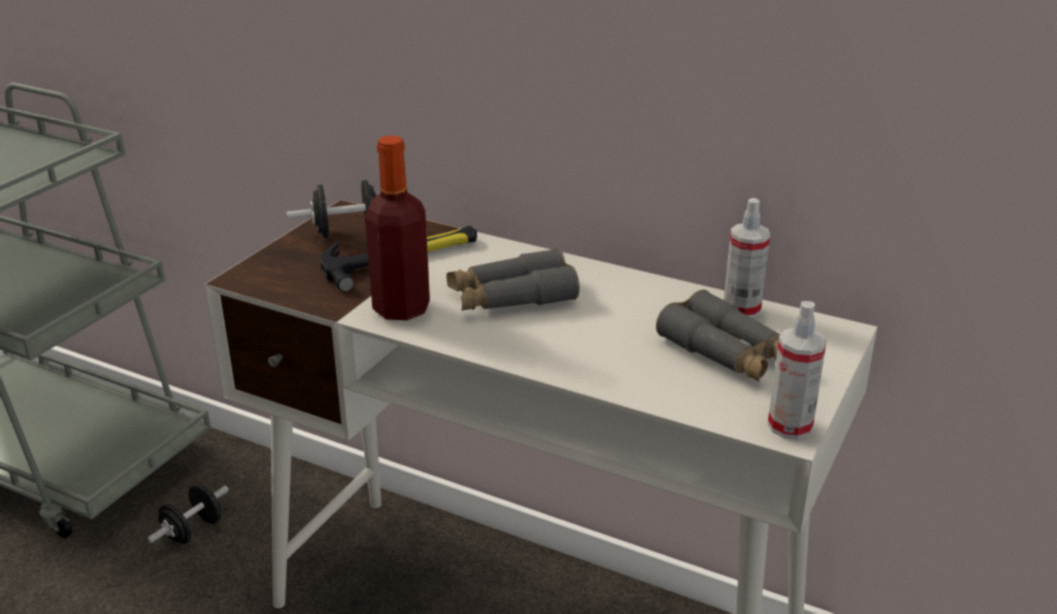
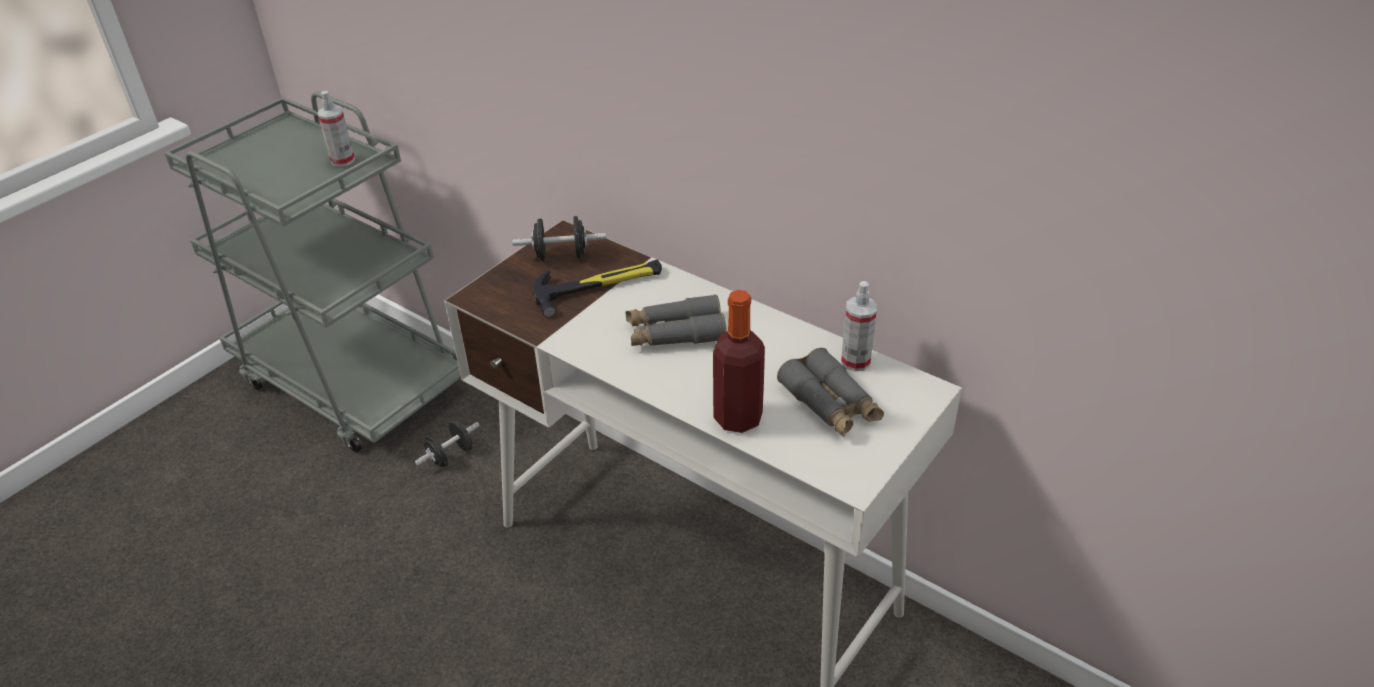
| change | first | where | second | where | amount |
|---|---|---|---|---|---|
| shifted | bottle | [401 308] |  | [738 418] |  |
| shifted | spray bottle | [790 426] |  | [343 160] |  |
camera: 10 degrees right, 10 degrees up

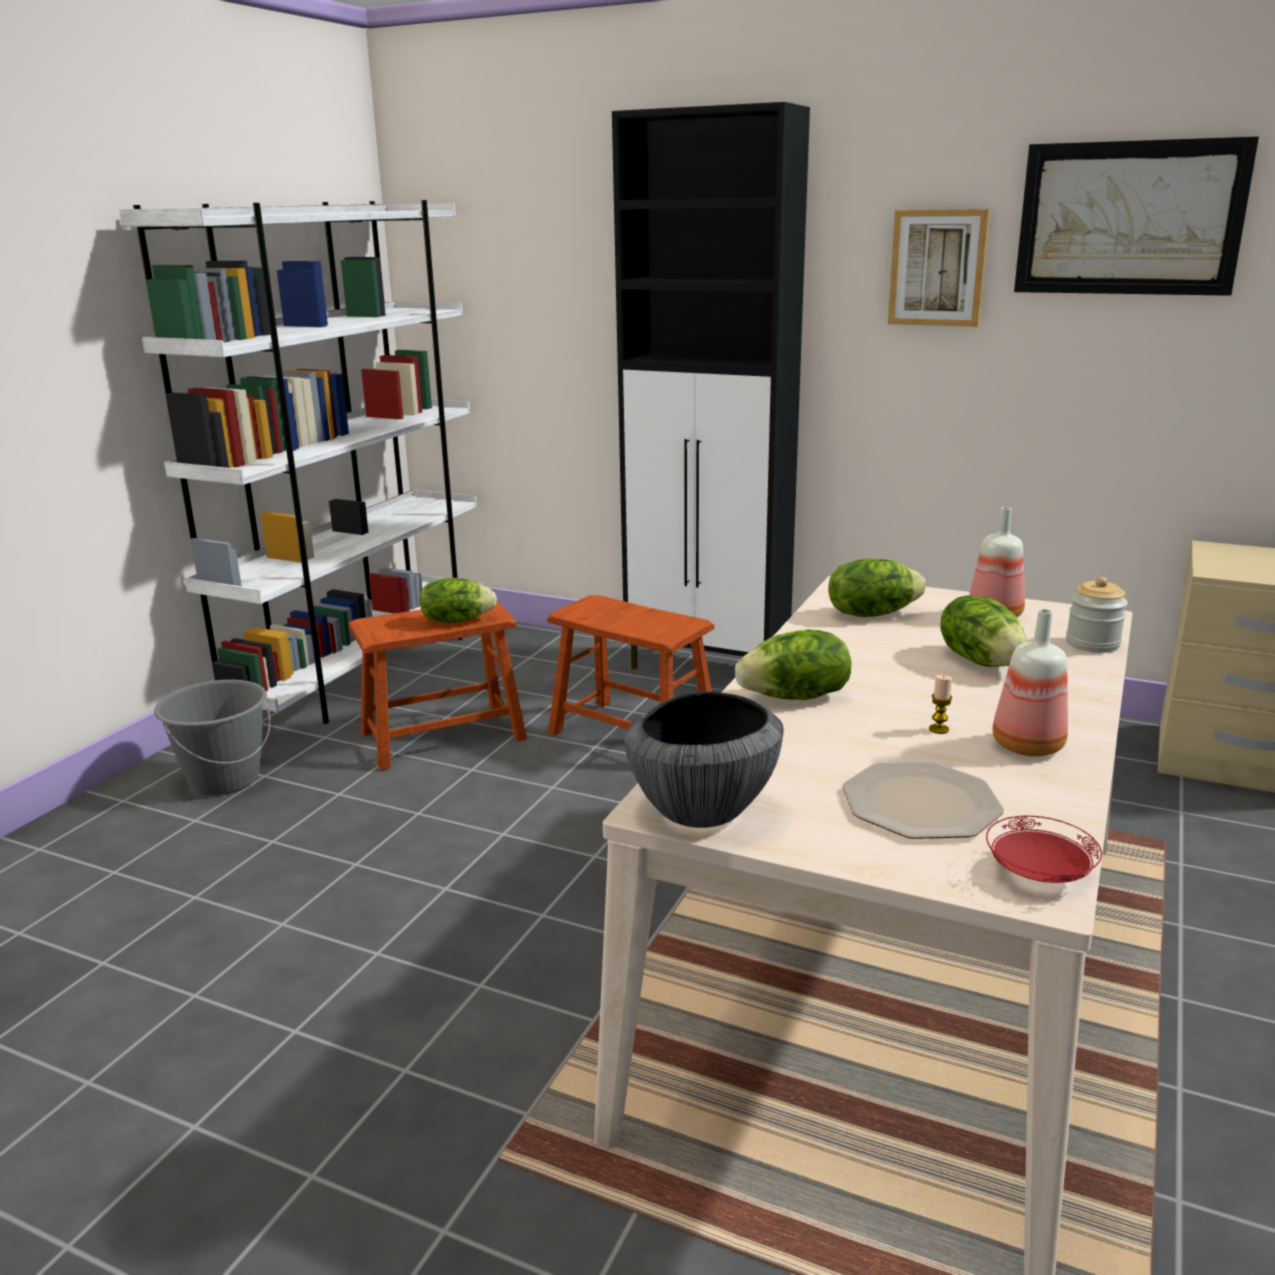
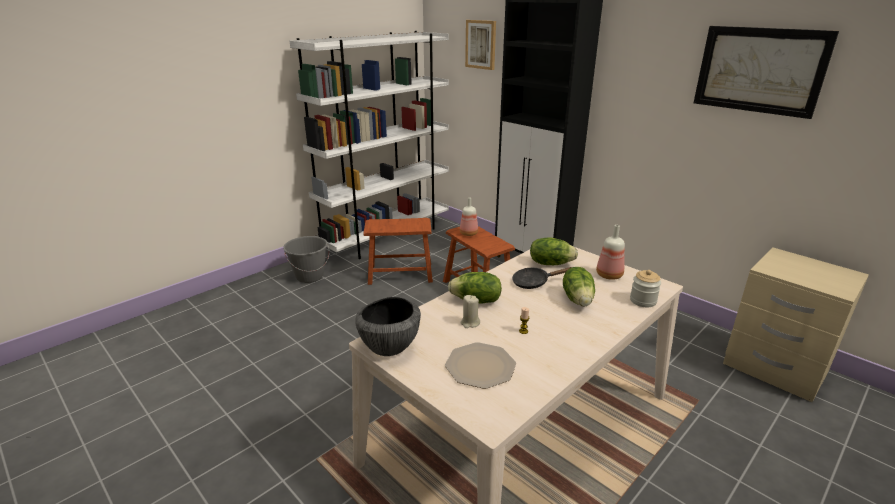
| change | first | where | second | where | amount |
|---|---|---|---|---|---|
| shifted | picture | [937 268] |  | [481 44] |  |
| gone | lettuce | [456 620] |  |  |  |
| shifted | bottle | [1025 745] |  | [468 233] |  |
| gone | plate (red) | [1038 874] |  |  |  |
| new |  |  | frying pan (black) | [534 282] |  |
| new |  |  | candle (beige) | [470 323] |  |
camera: 20 degrees right, 5 degrees up

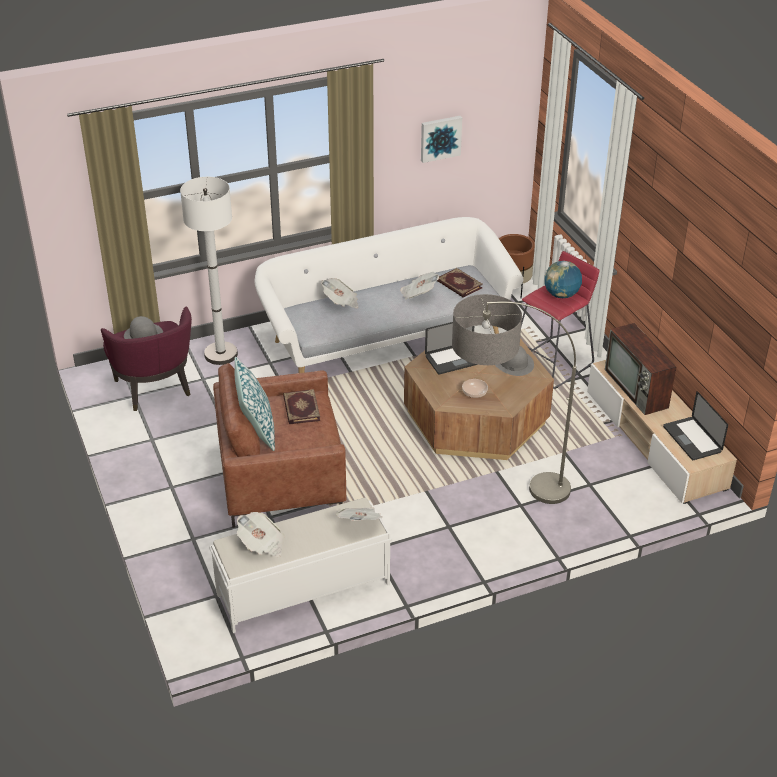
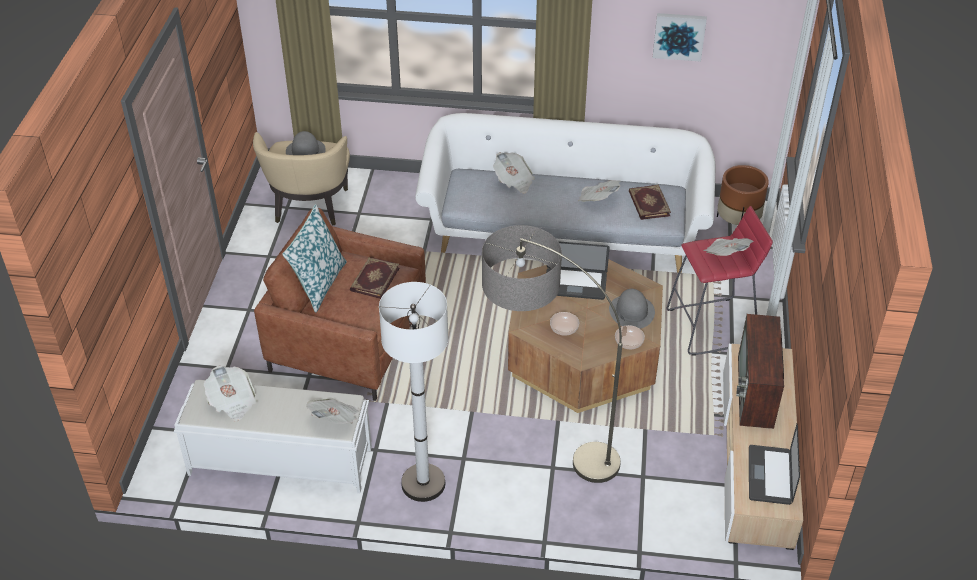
| change | first | where | second | where | amount |
|---|---|---|---|---|---|
| shifted | floor lamp (white) | [221 354] |  | [423 483] |  |
| swapped | globe | [561 295] | newspaper | [726 255] |  |
| repainted | armchair (purple) | [155 389] | armchair (beige) | [309 207] |  |
| new |  |  | bowl | [628 342] |  |
camera: 30 degrees right, 5 degrees up

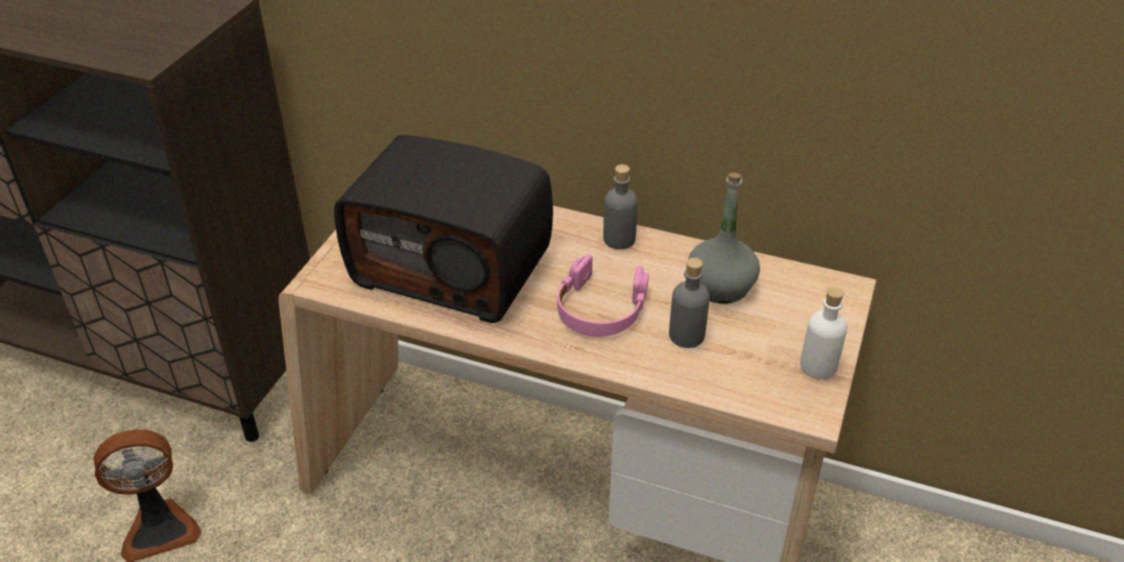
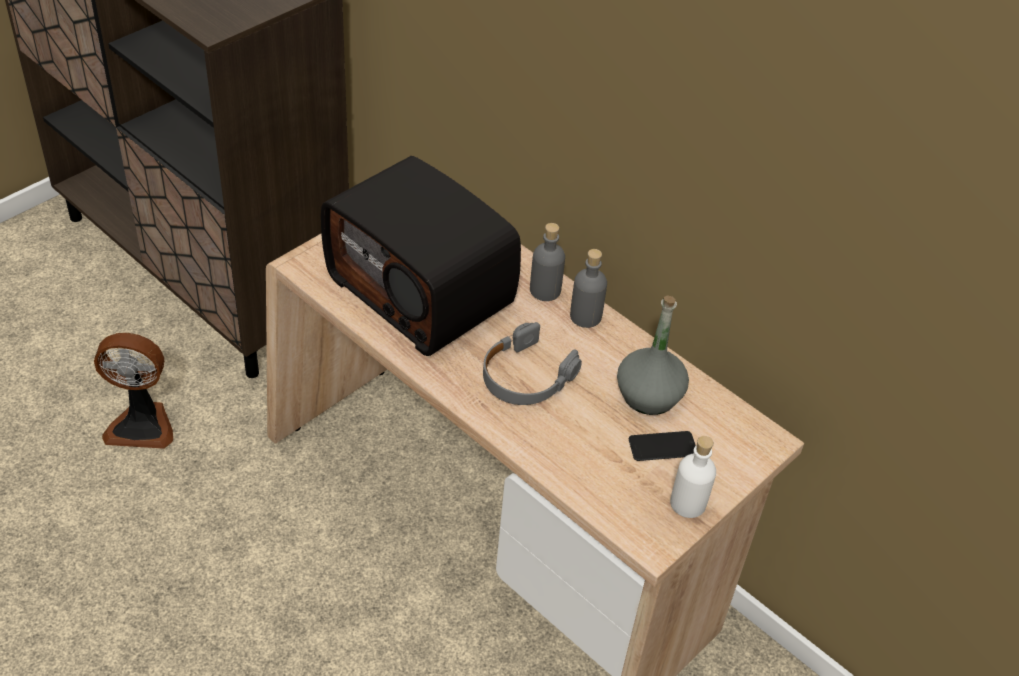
| change | first | where | second | where | amount |
|---|---|---|---|---|---|
| repainted | headphones (pink) | [600 309] | headphones (grey) | [525 376] |  |
| shifted | bottle (grey) | [686 335] |  | [545 290] |  |
| new |  |  | phone | [662 447] |  |
camera: 20 degrees right, 5 degrees up

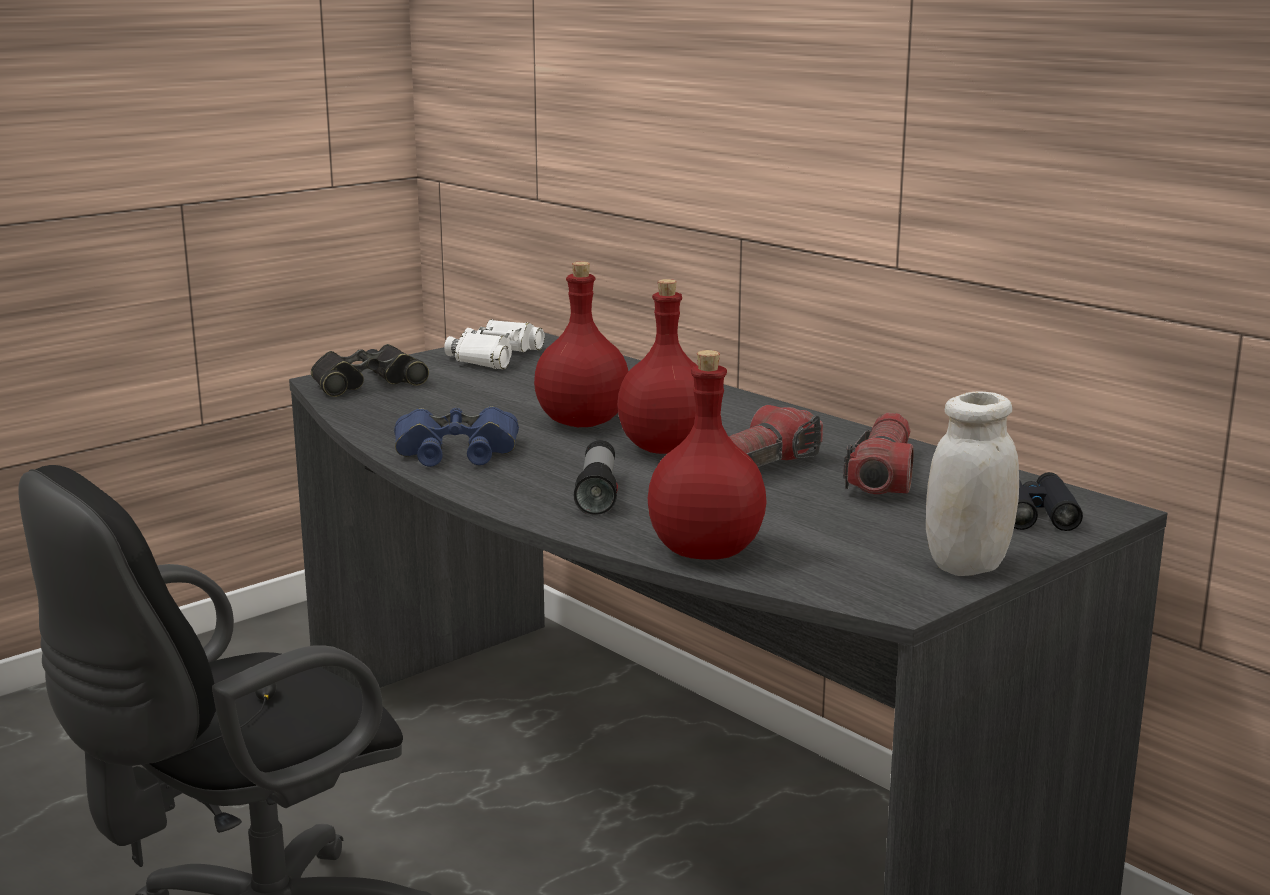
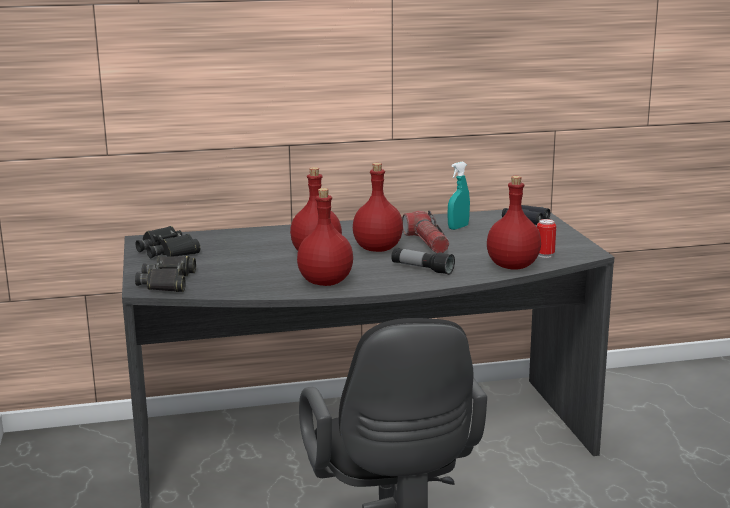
| change | first | where | second | where | amount |
|---|---|---|---|---|---|
| repainted | binoculars (white) | [494 356] | binoculars (black) | [167 251] |  |
| gone | jar (white) | [967 565] |  |  |  |
| swapped | binoculars (blue) | [456 451] | bottle (red) | [325 282] |  |
| swapped | flashlight | [882 474] | spray bottle (turquoise) | [458 227] |  |
| new |  |  | can | [545 255] |  |
camera: 60 degrees left, 0 degrees up

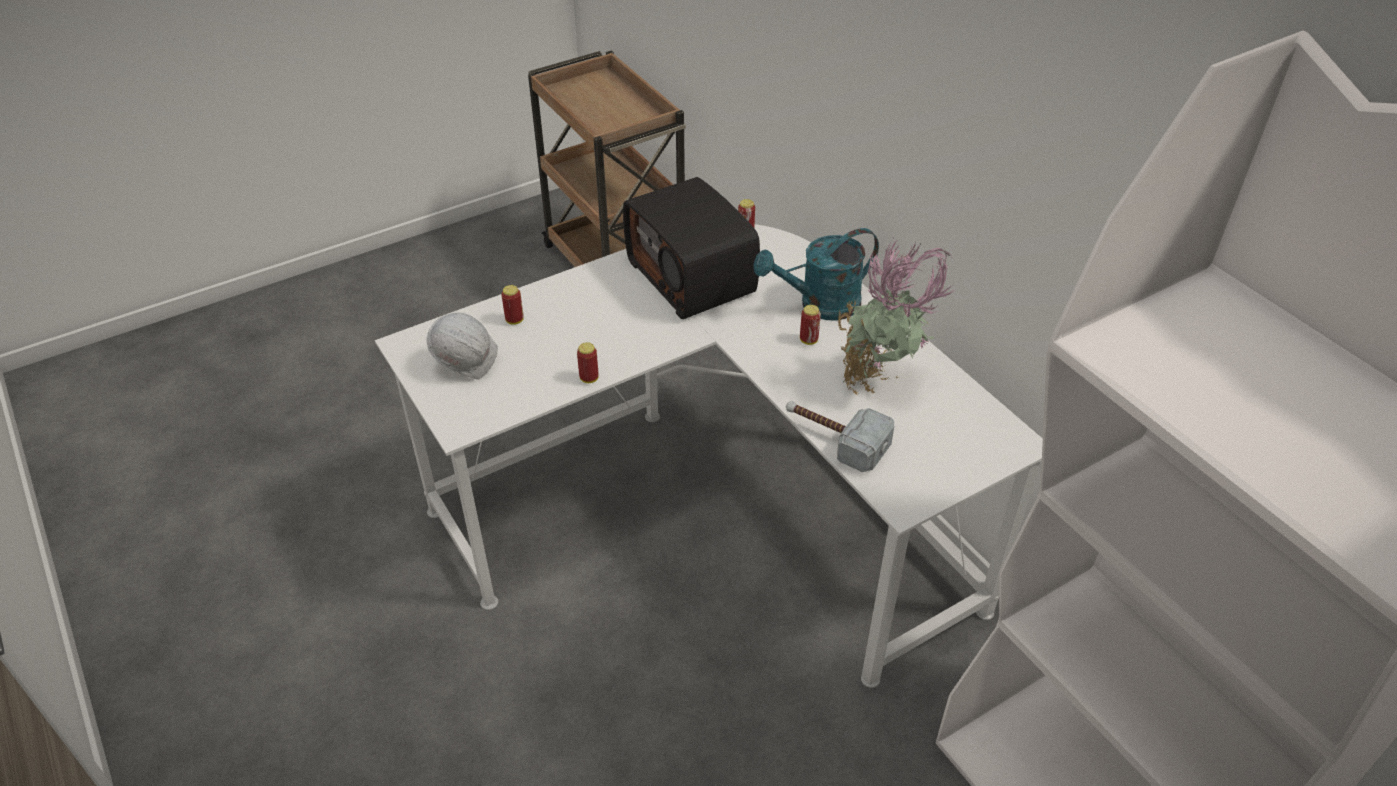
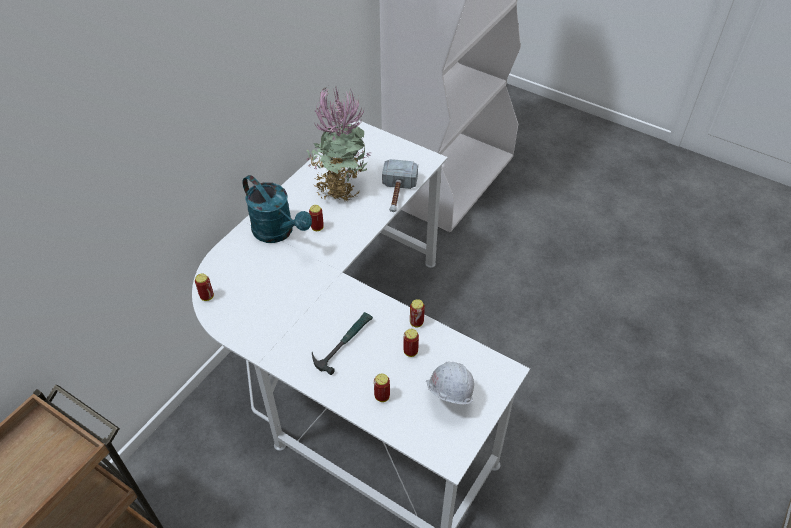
| change | first | where | second | where | amount |
|---|---|---|---|---|---|
| gone | radio | [693 277] |  |  |  |
| new |  |  | hammer | [343 343] |  |
| new |  |  | can | [410 352] |  |
camera: 115 degrees left, 5 degrees up

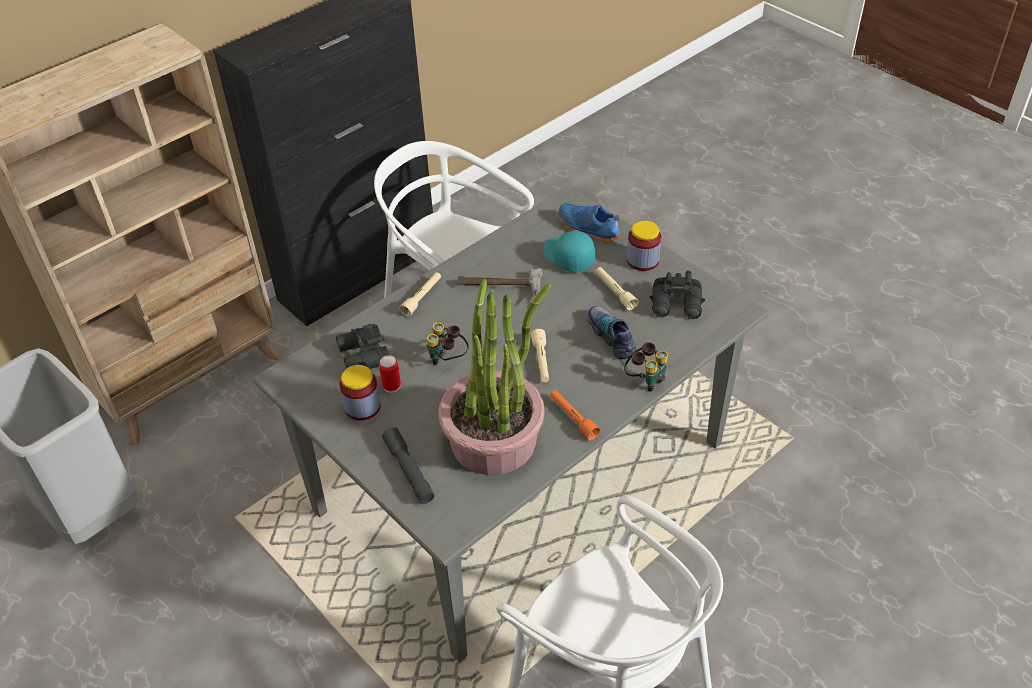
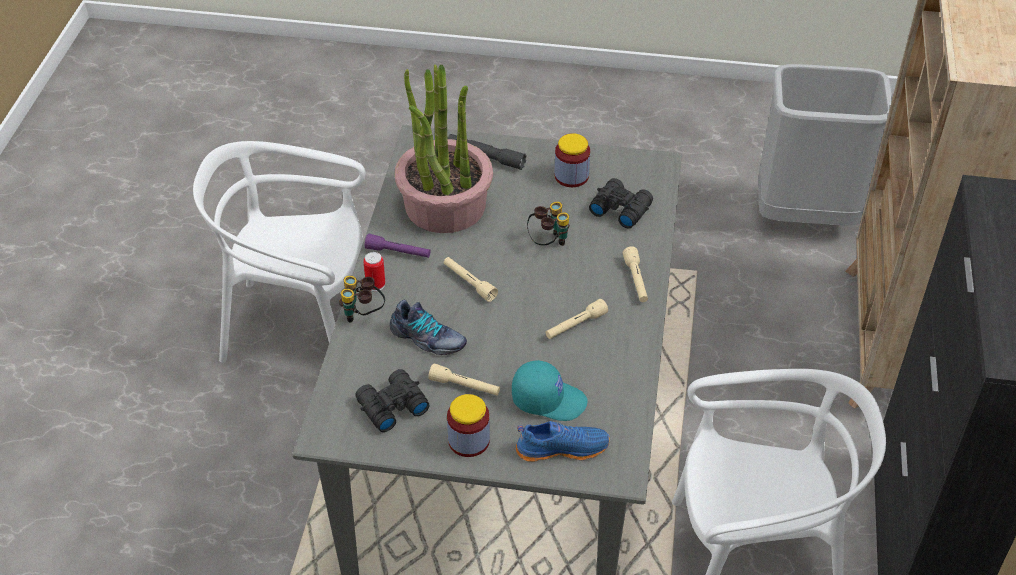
| change | first | where | second | where | amount |
|---|---|---|---|---|---|
| swapped | hammer | [499 291] | flashlight (beige) | [575 325] |  |
| shifted | can | [391 386] |  | [375 284] |  |
| repainted | flashlight (orange) | [573 418] | flashlight (purple) | [398 252] |  |
camera: 140 degrees right, 0 degrees up

